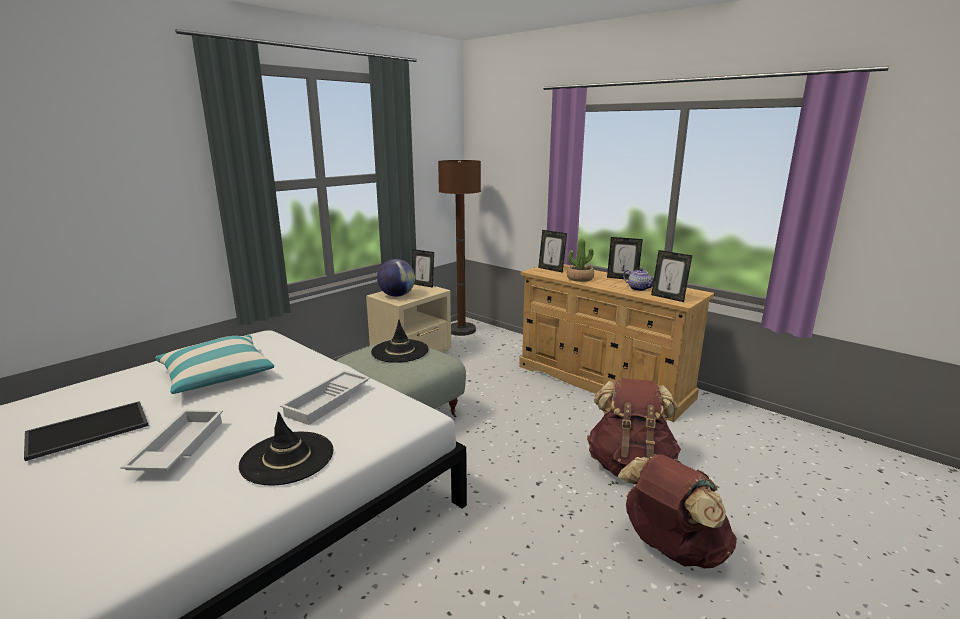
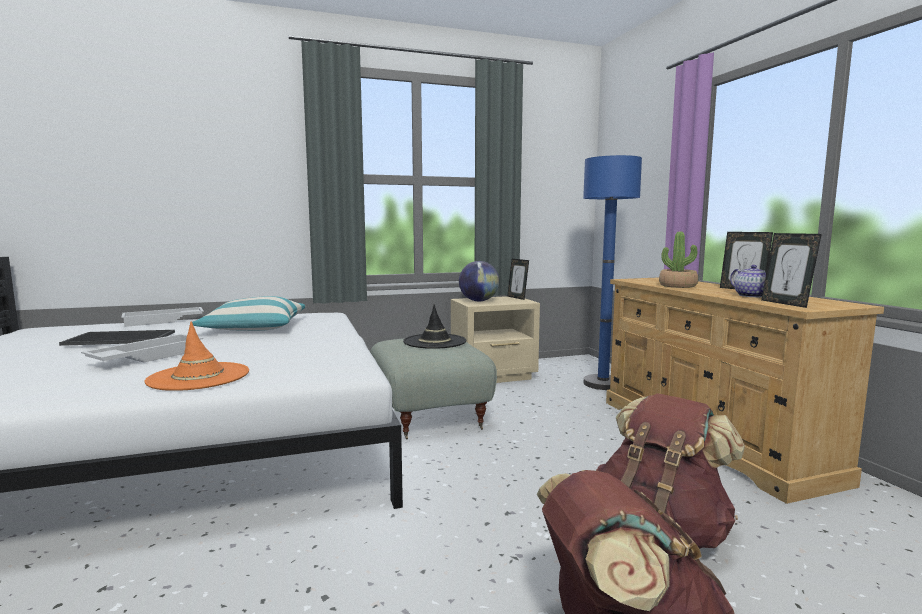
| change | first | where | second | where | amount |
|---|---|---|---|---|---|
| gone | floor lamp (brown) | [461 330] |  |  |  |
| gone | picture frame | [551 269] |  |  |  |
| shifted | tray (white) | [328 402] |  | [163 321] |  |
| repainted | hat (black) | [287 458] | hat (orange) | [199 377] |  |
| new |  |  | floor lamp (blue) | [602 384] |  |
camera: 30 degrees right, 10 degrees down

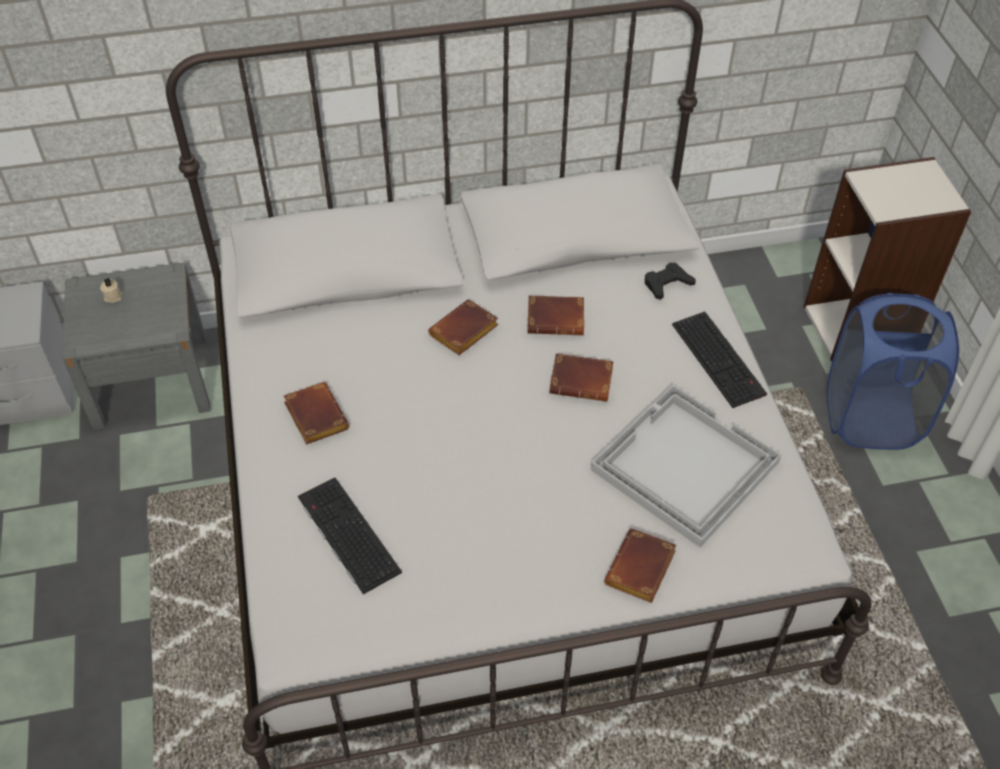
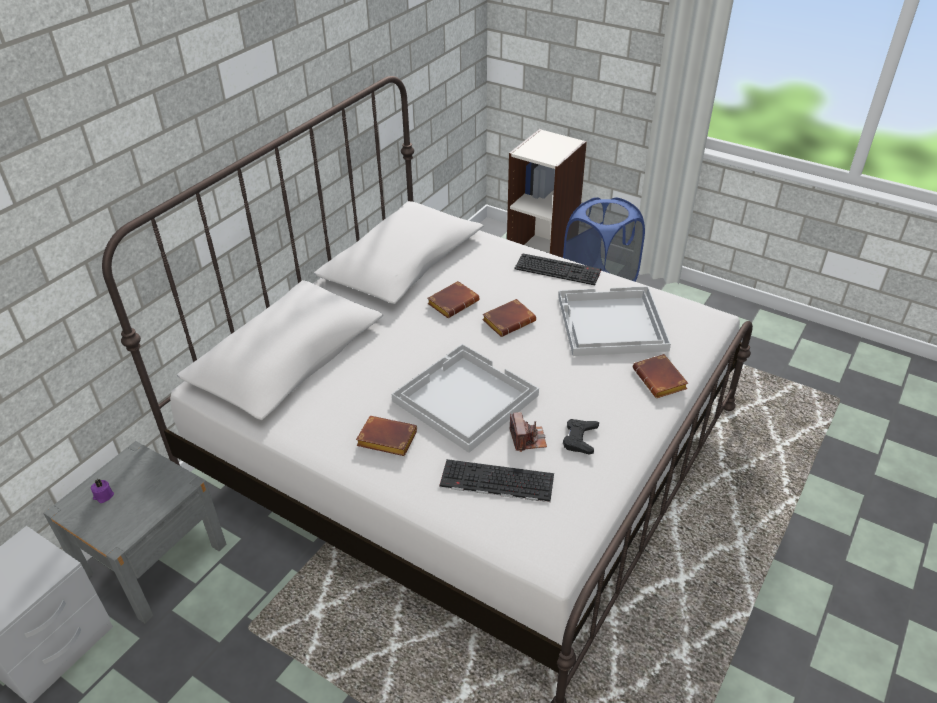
| change | first | where | second | where | amount |
|---|---|---|---|---|---|
| shifted | game controller (black) | [667 284] |  | [580 439] |  |
| repainted | candle (beige) | [112 296] | candle (purple) | [103 496] |  |
| gone | book (brown) | [463 333] |  |  |  |
| new |  |  | tray (white) | [464 398] |  |
| new |  |  | photo camera | [527 439] |  |
camera: 45 degrees left, 10 degrees down

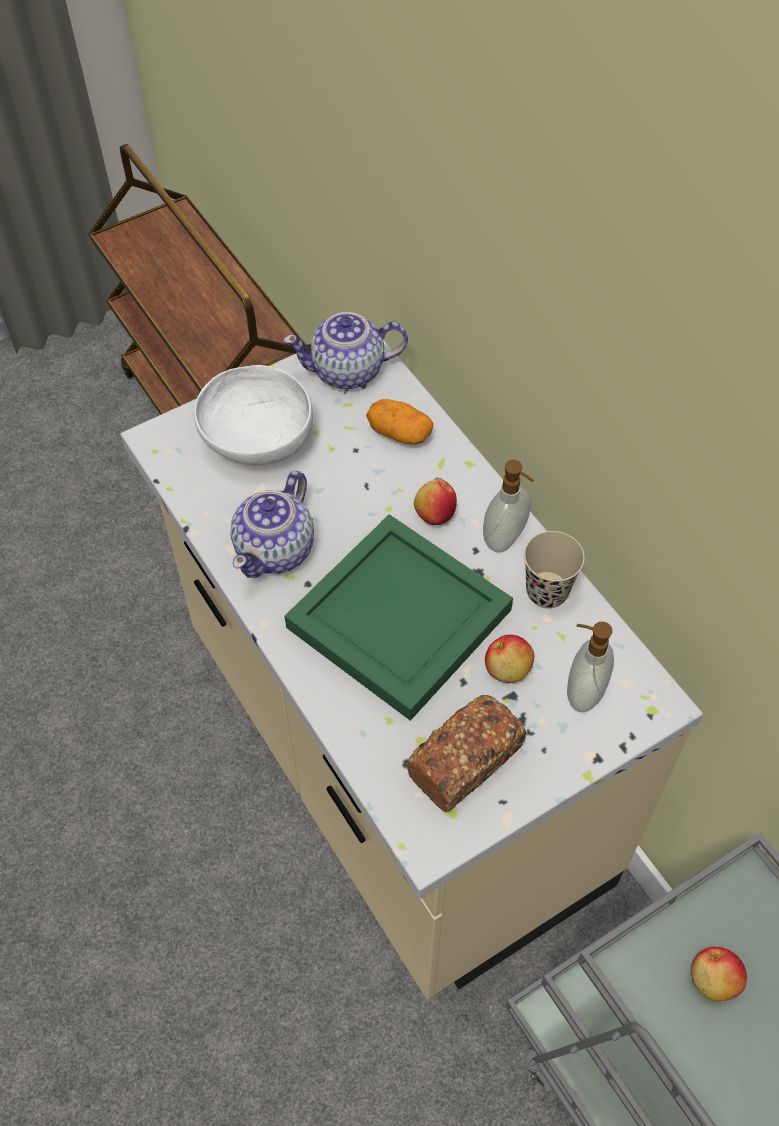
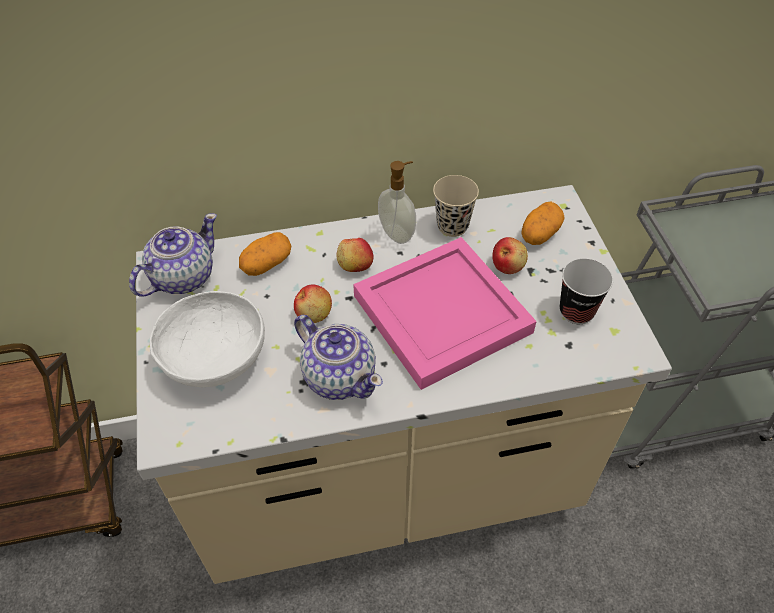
| change | first | where | second | where | amount |
|---|---|---|---|---|---|
| rotated | teapot | [348 371] |  | [182 277] | 150 degrees counterclockwise |
| repainted | tray (green) | [399 622] | tray (pink) | [445 314] |  |
| swapped | soap dispenser | [582 692] | potato | [539 233] |  |
| swapped | bread | [465 762] | cup | [576 311] |  |
| shifted | apple | [713 980] |  | [314 314] |  |
camera: 70 degrees left, 5 degrees down

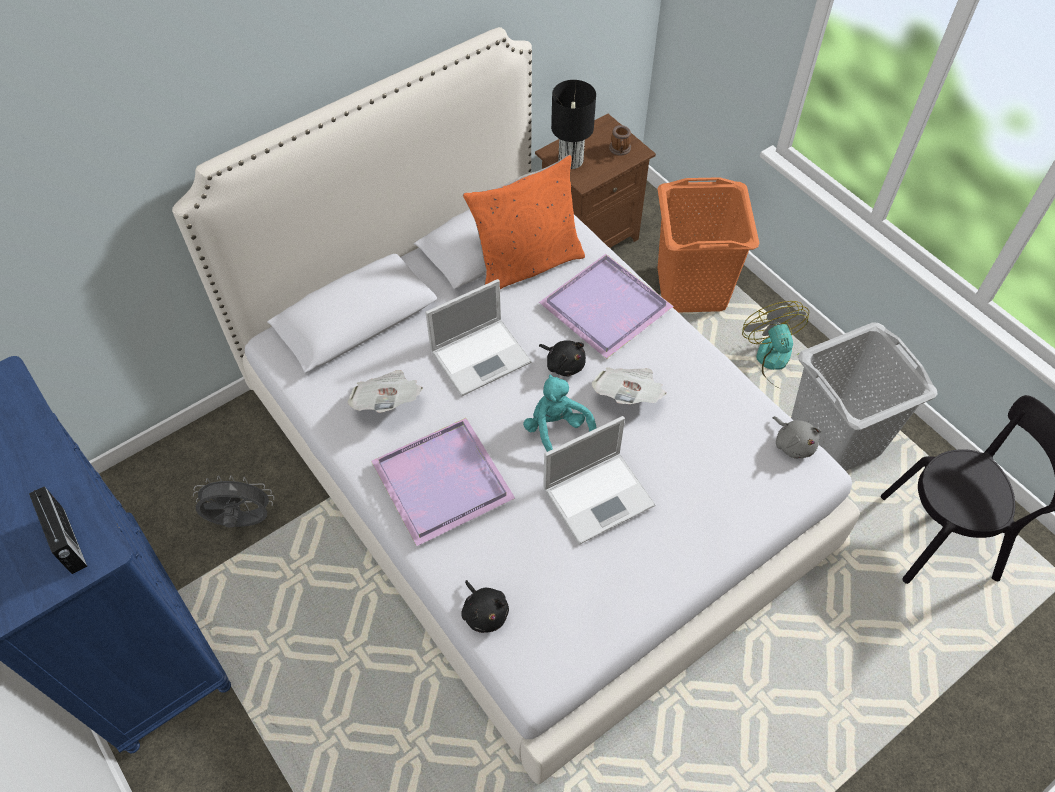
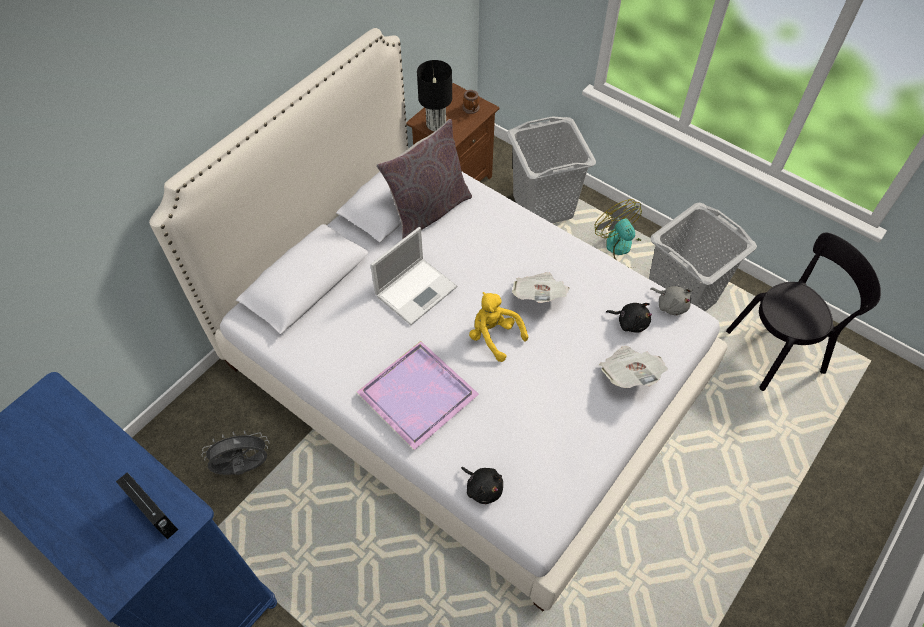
| change | first | where | second | where | amount |
|---|---|---|---|---|---|
| repainted | pillow (orange) | [526 263] | pillow (grey) | [428 211] |  |
| repainted | laundry basket (orange) | [691 289] | laundry basket (grey) | [543 206] |  |
| gone | tray (purple) | [605 309] |  |  |  |
| shifted | plush toy (black) | [564 364] |  | [630 322] |  |
| shifted | newspaper | [388 402] |  | [629 374] |  |
| repainted | plush toy (turquoise) | [557 432] | plush toy (yellow) | [494 336] |  |
| gone | laptop | [600 496] |  |  |  |
camera: 15 degrees left, 0 degrees up

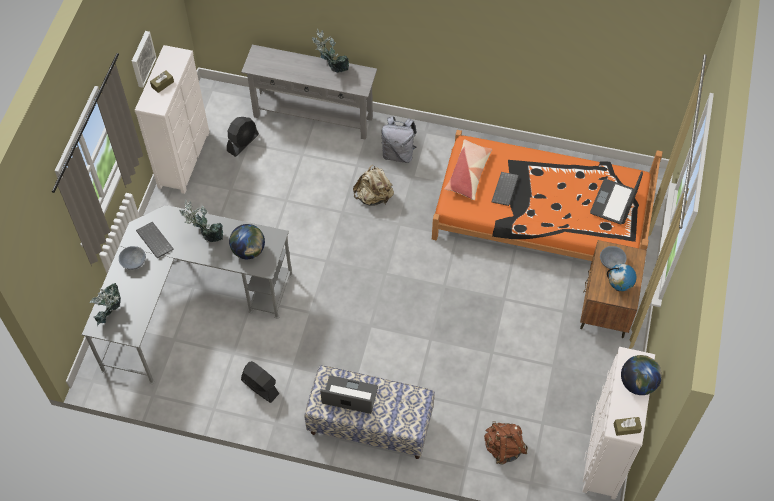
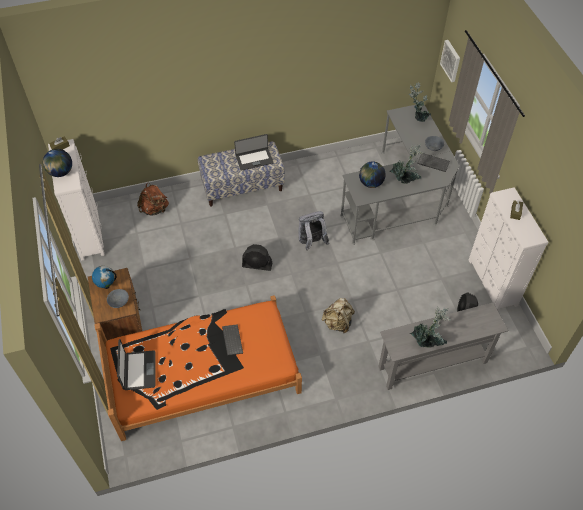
| change | first | where | second | where | amount |
|---|---|---|---|---|---|
| shifted | picture | [142 58] |  | [451 60] |  |
| shifted | backpack (grey) | [398 153] |  | [311 242] |  |
| gone | pillow | [468 173] |  |  |  |
| shifted | fan (black) | [260 387] |  | [257 265] |  |
camera: 150 degrees right, 5 degrees down

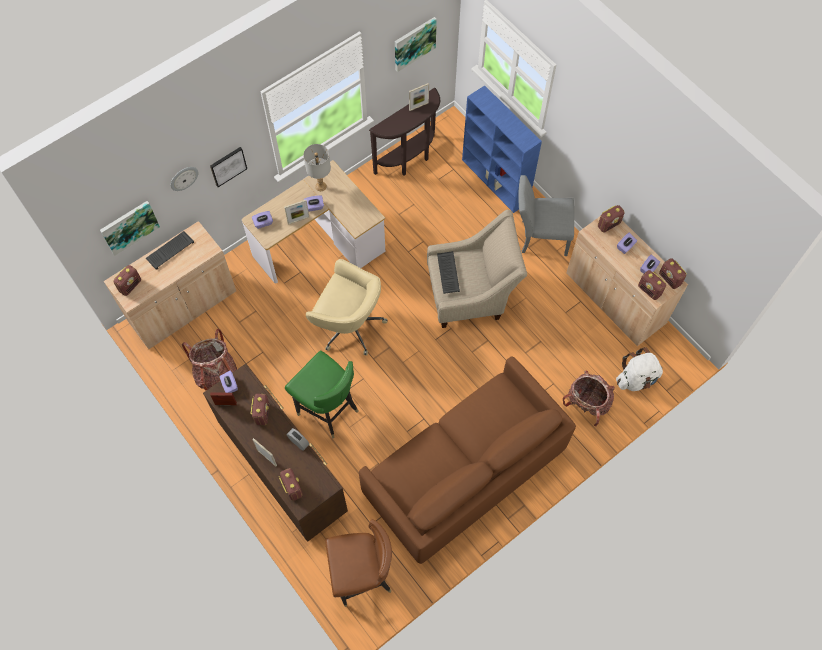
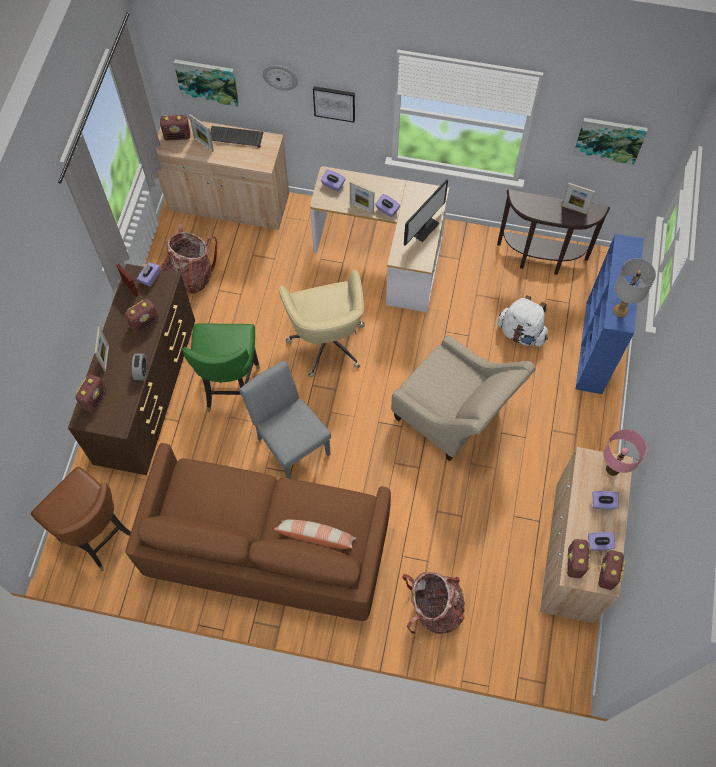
| change | first | where | second | where | amount |
|---|---|---|---|---|---|
| shifted | table lamp (grey) | [320 186] |  | [620 310] |  |
| shifted | chair (grey) | [539 237] |  | [290 442] |  |
| swapped | radio | [609 224] | table lamp (pink) | [612 469] |  |
| gone | keyboard | [447 272] |  |  |  |
| shifted | backpack (white) | [636 379] |  | [521 333] |  |
| new |  |  | picture frame | [204 144] |  |
| new |  |  | monitor | [423 227] |  |
| new |  |  | pillow | [316 537] |  |
camera: 50 degrees right, 0 degrees up

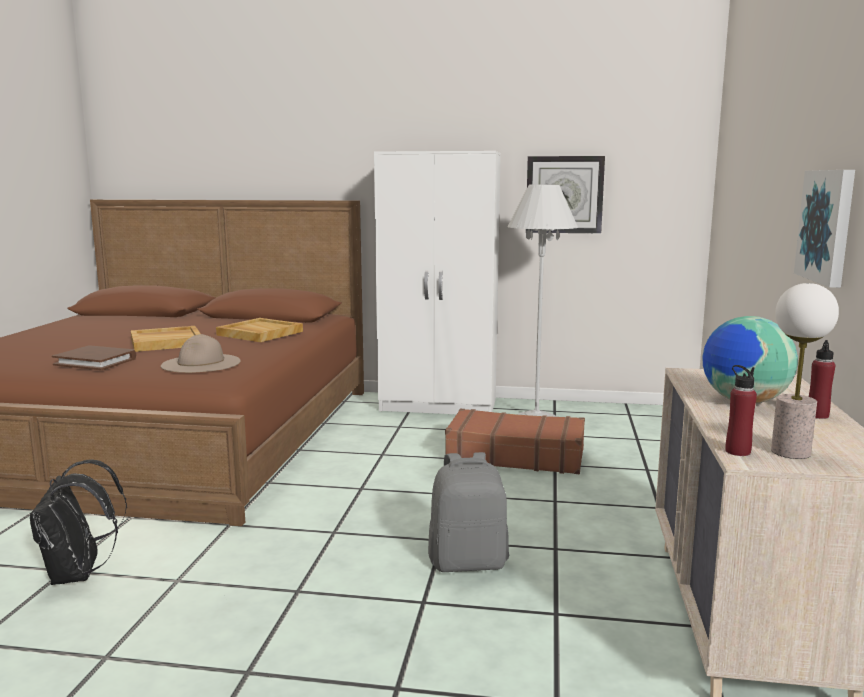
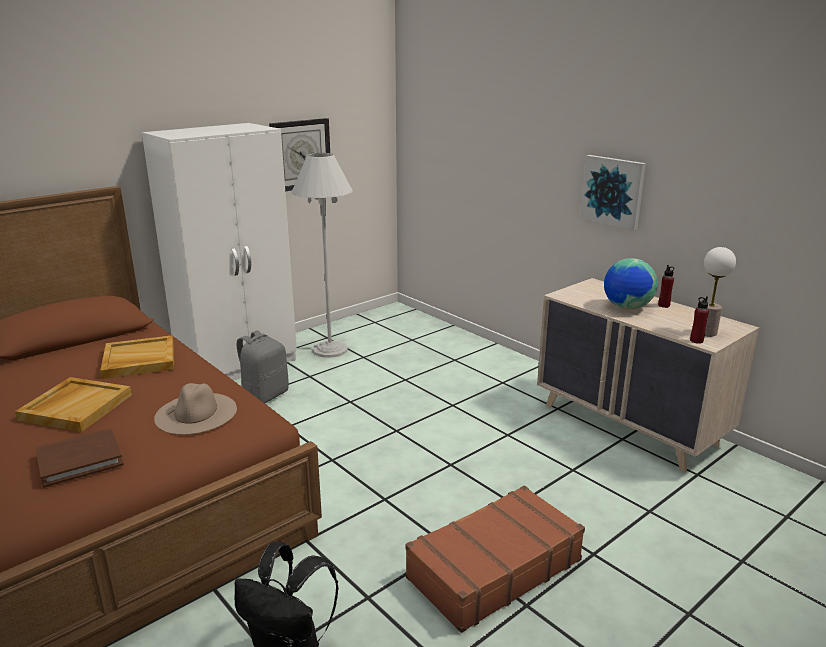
| change | first | where | second | where | amount |
|---|---|---|---|---|---|
| shifted | suitcase (brown) | [515 455] |  | [493 568] |  |
| shifted | backpack (grey) | [468 562] |  | [264 396] |  |
camera: 50 degrees left, 10 degrees up

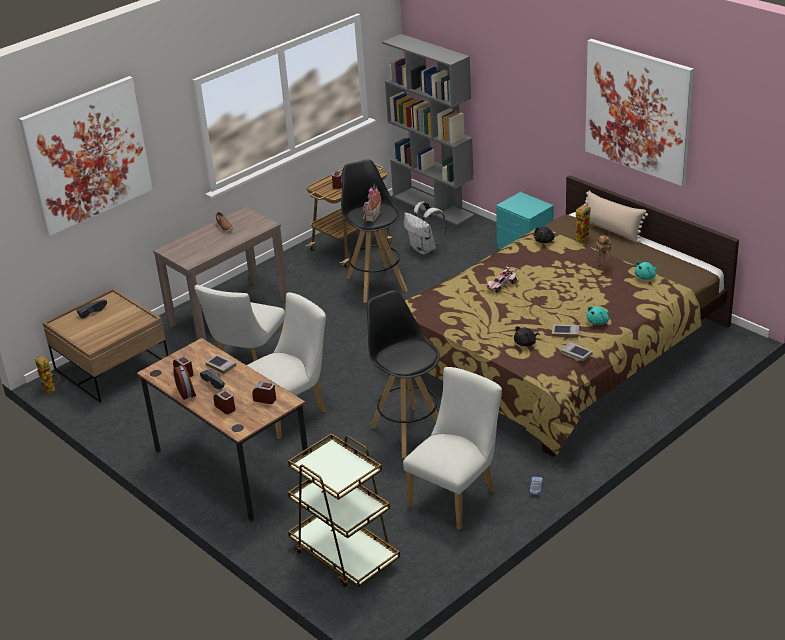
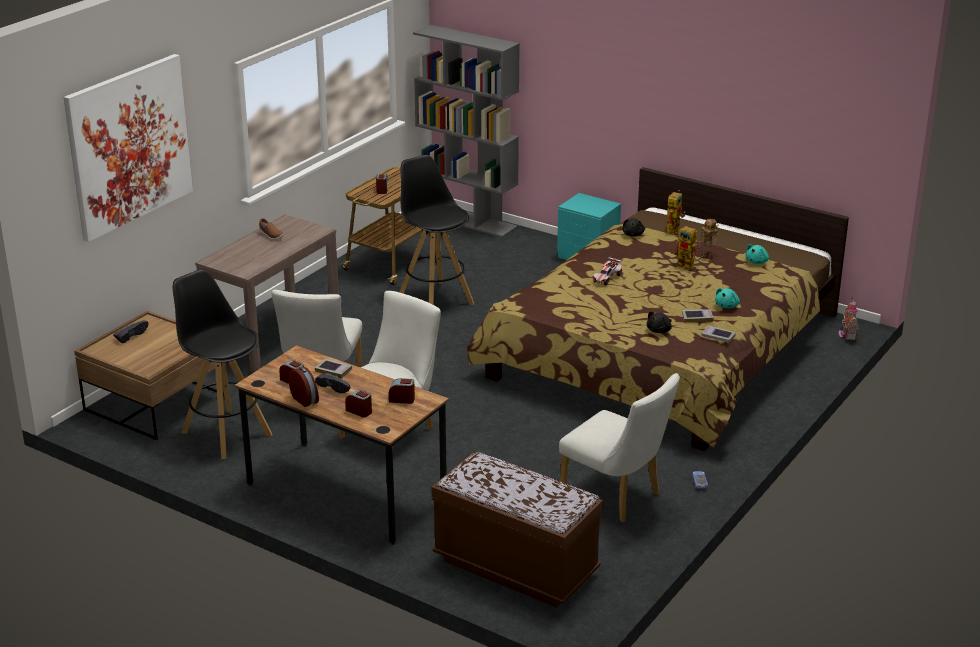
| change | first | where | second | where | amount |
|---|---|---|---|---|---|
| gone | picture | [638 111] |  |  |  |
| shifted | toy house | [371 216] |  | [847 334] |  |
| gone | pillow (beige) | [611 230] |  |  |  |
| gone | backpack (white) | [425 249] |  |  |  |
| shifted | stool (black) | [408 431] |  | [226 433] |  |
| shifted | toy robot | [51 389] |  | [689 266] |  |
| rotated | chair (white) | [457 495] |  | [616 497] | 105 degrees clockwise |
| swapped | cart (brown) | [344 555] | bench (brown) | [515 567] |  |
camera: 15 degrees left, 5 degrees down

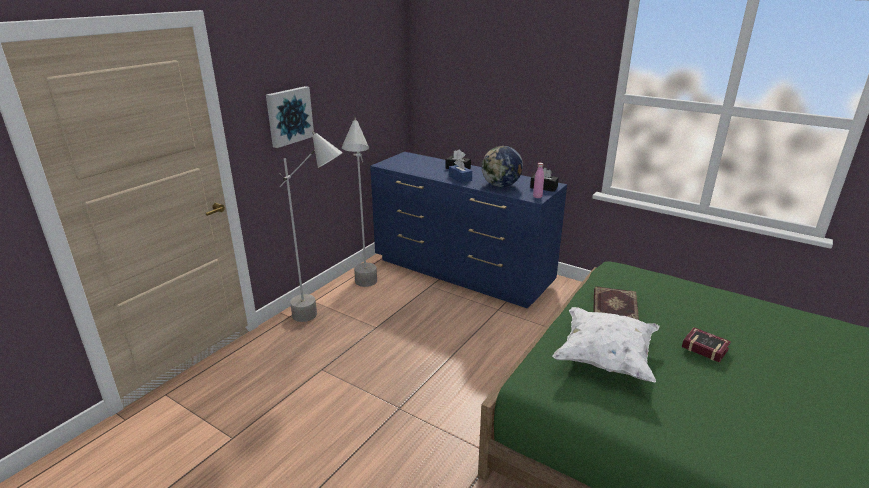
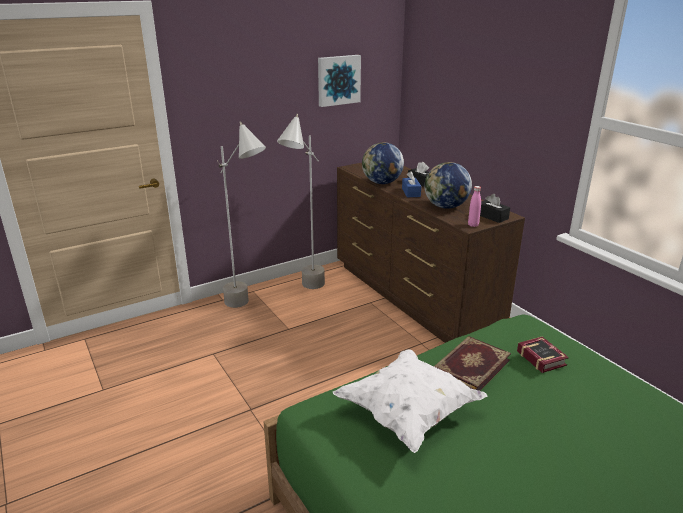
| change | first | where | second | where | amount |
|---|---|---|---|---|---|
| shifted | picture | [289 116] |  | [338 80] |  |
| repainted | dresser (blue) | [462 273] | dresser (brown) | [413 297] |  |
| shifted | book | [703 347] |  | [541 357] |  |
| new |  |  | globe | [382 183] |  |
camera: 25 degrees right, 0 degrees up

